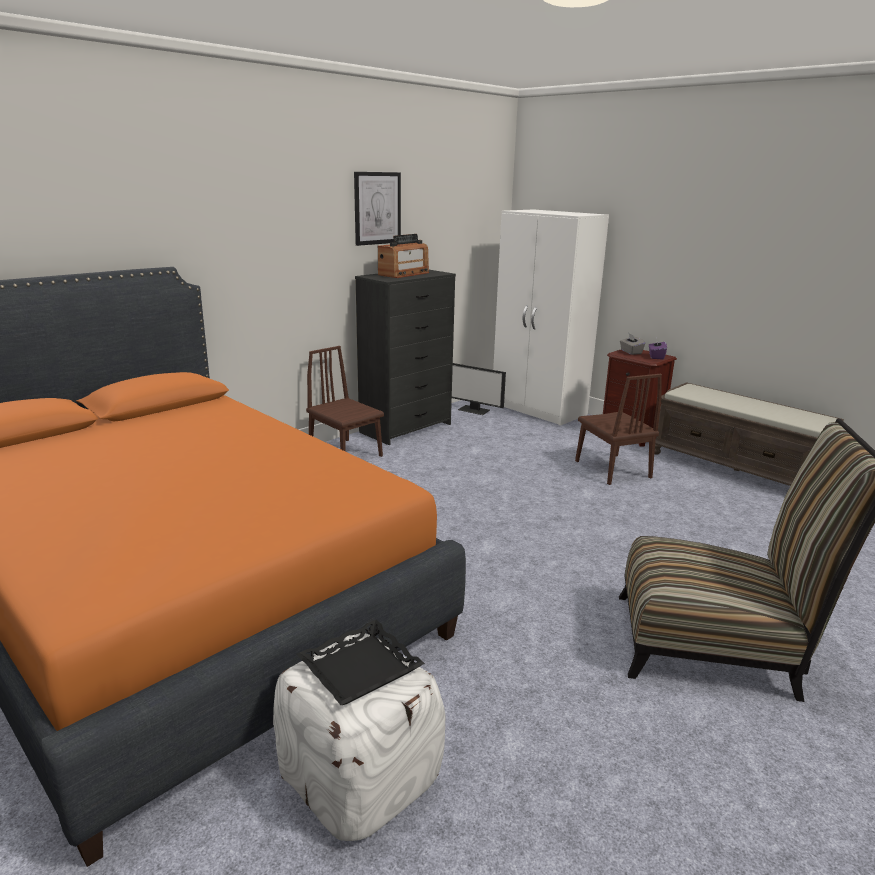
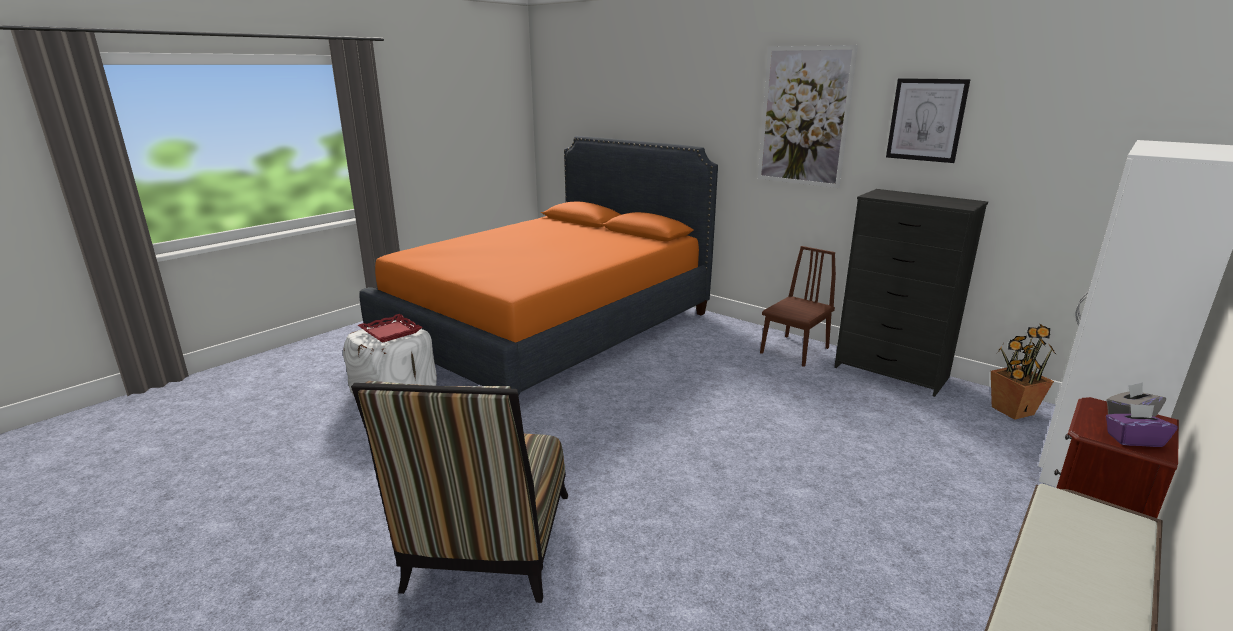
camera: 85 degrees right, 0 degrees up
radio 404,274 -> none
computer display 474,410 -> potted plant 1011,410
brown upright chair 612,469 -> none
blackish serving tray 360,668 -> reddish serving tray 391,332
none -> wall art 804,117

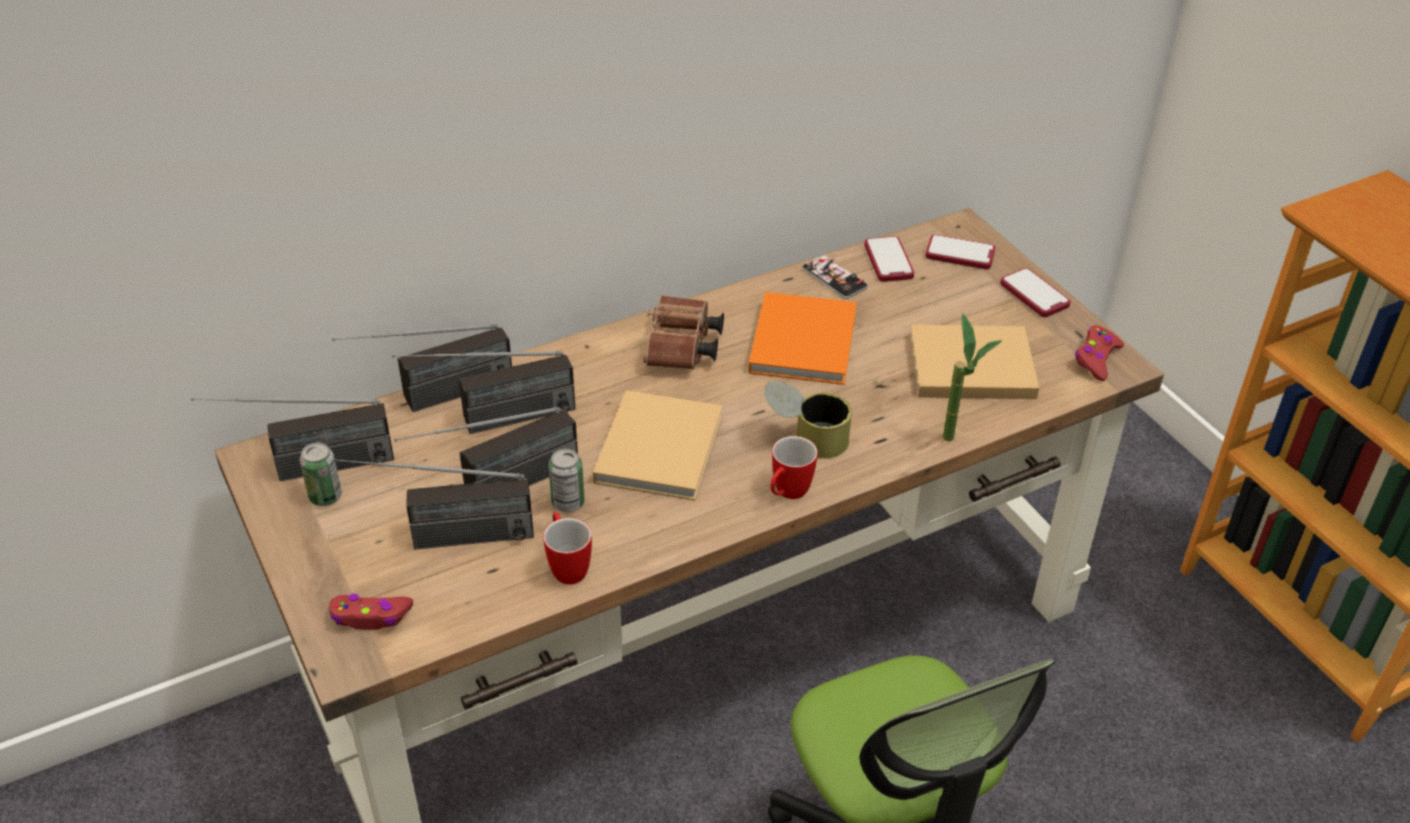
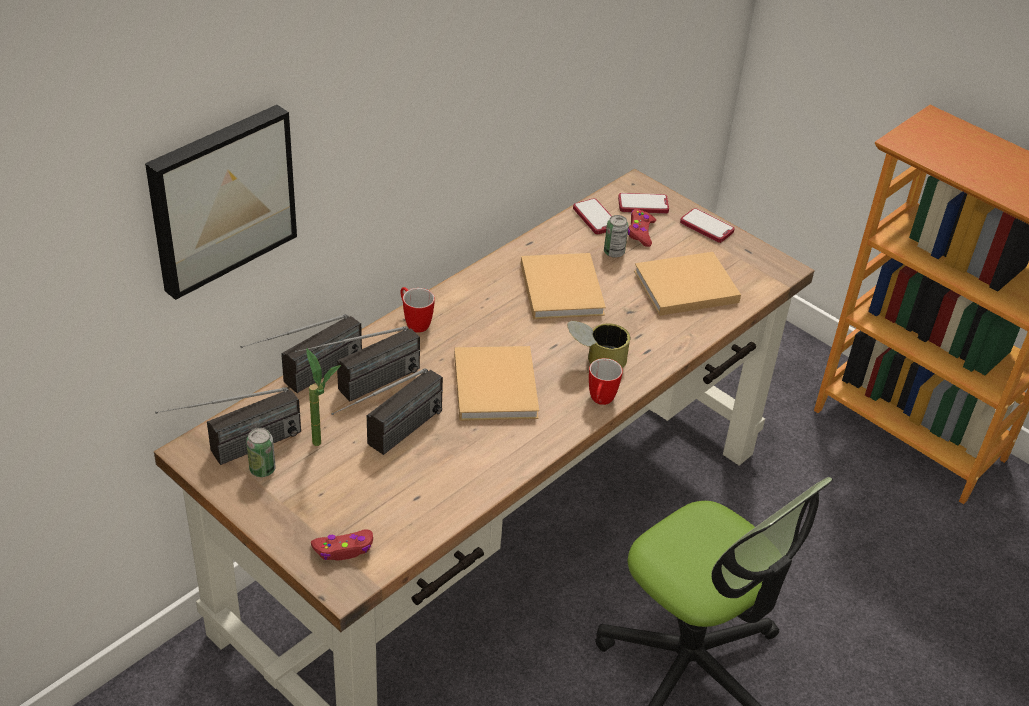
camera: 20 degrees left, 0 degrees up
handset 834,278 -> none
orange bound book 803,339 -> beige-coloured bound book 561,287
brown pair of binoculars 682,349 -> none
potted plant 957,443 -> potted plant 324,446, moved
reddish gamepad 1096,359 -> reddish gamepad 640,232, moved
can 568,502 -> can 614,252, moved
radio 441,539 -> none
coffee mug 567,566 -> coffee mug 414,322, moved
none -> wall art 220,198

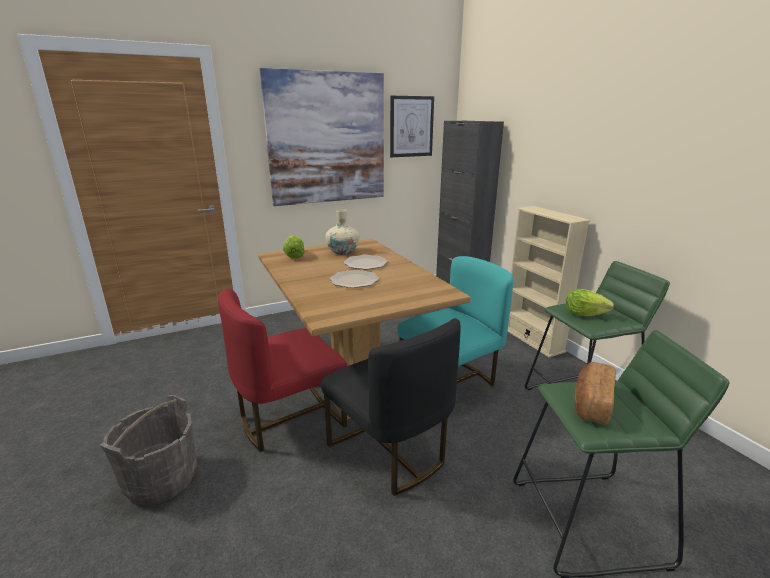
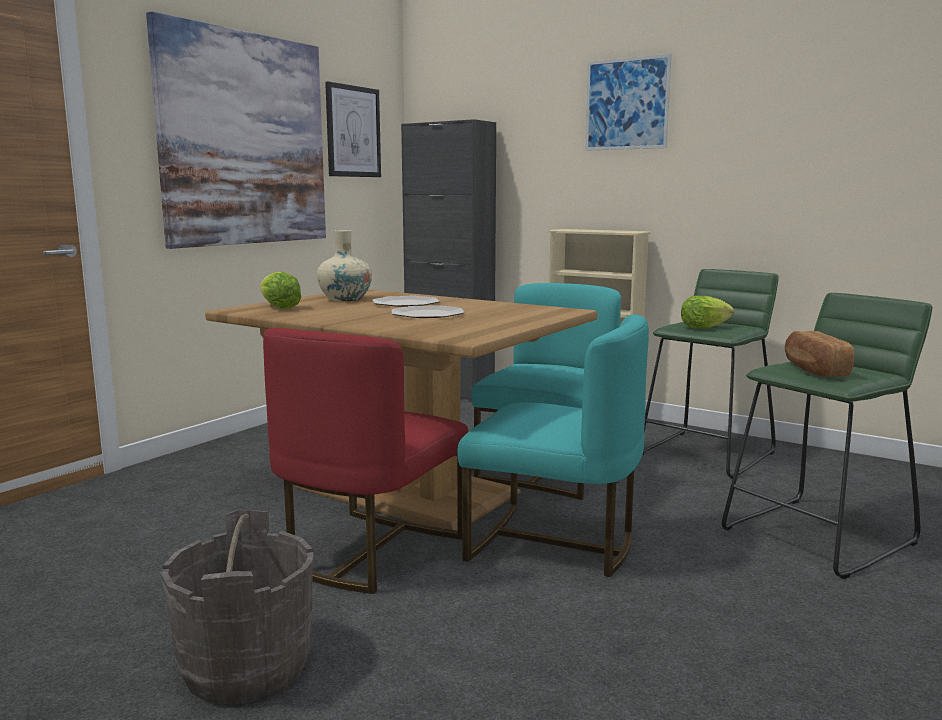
camera: 30 degrees left, 10 degrees down
blackish upright chair 389,451 -> turquoise upright chair 553,544
none -> wall art 627,104

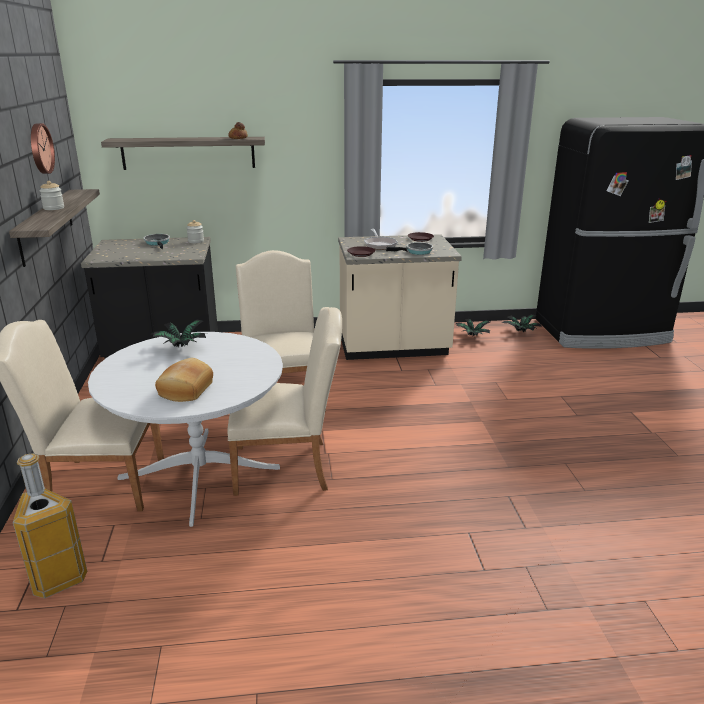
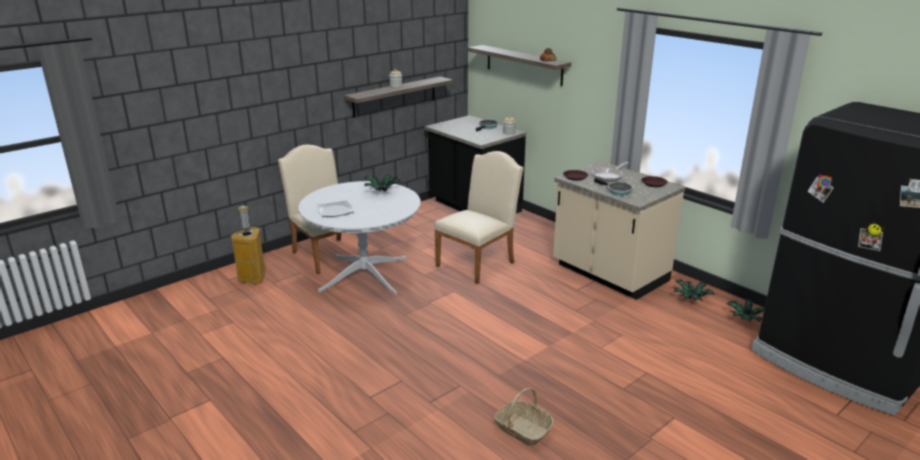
camera: 55 degrees right, 0 degrees up
wall clock 40,148 -> none
beige-coloured upright chair 289,467 -> none
bread 185,390 -> flat dish 335,210
none -> storage basket 523,429

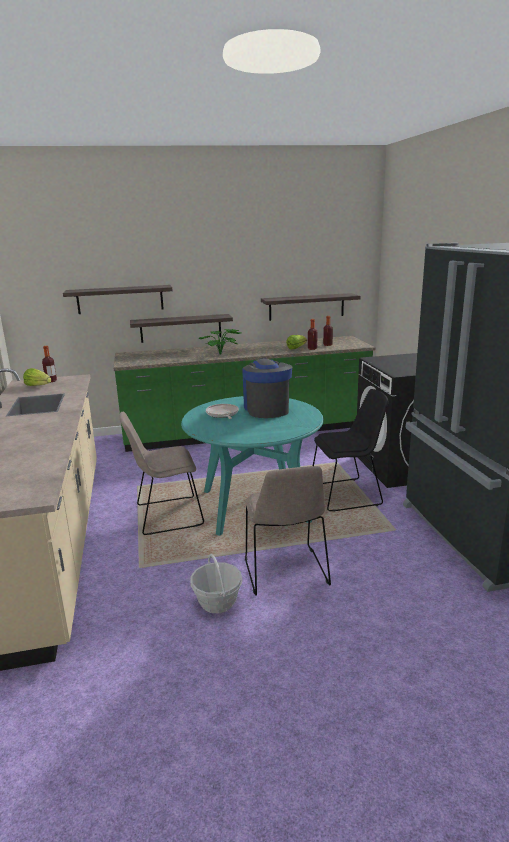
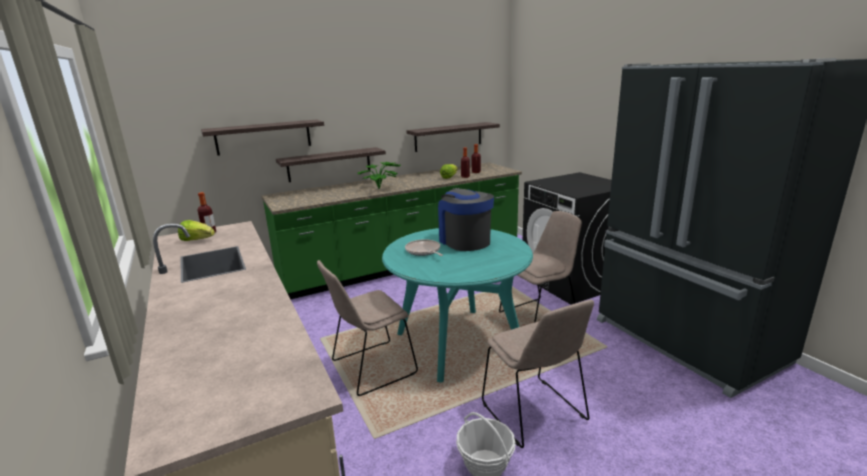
camera: 15 degrees left, 0 degrees up
blackish upright chair 347,494 -> beige-coloured upright chair 539,316

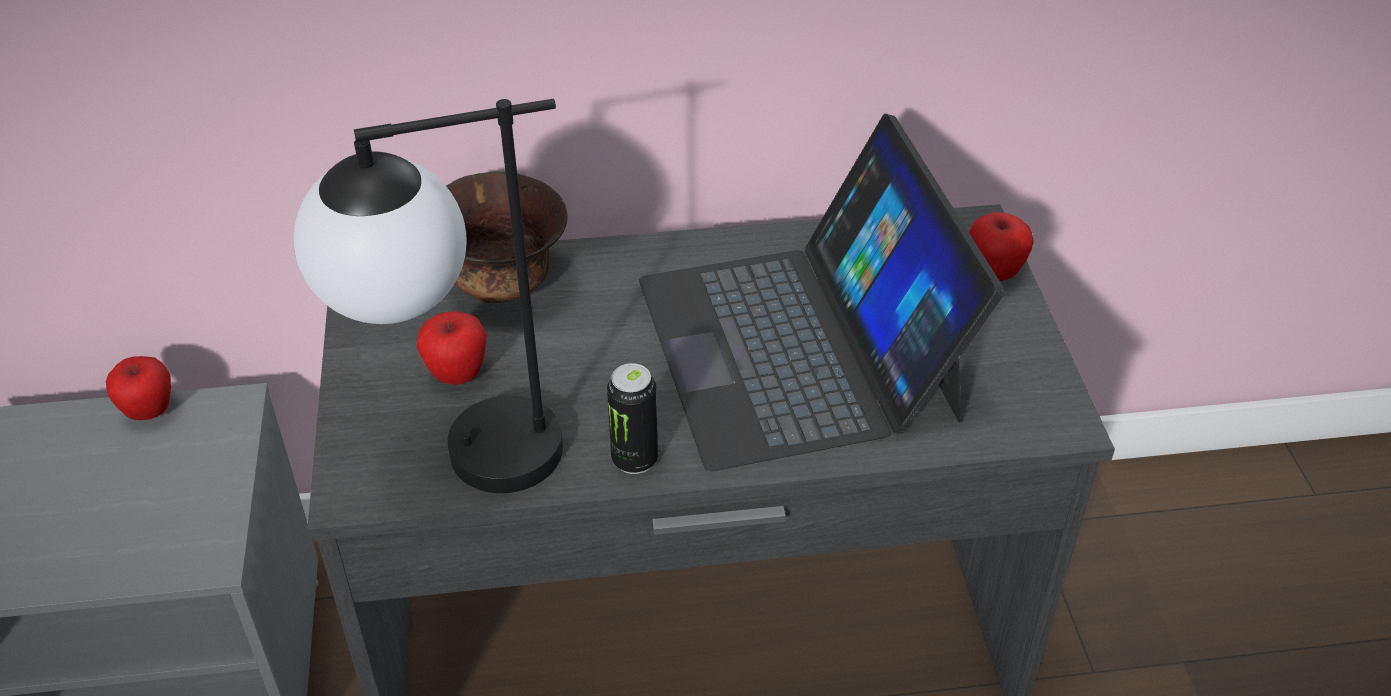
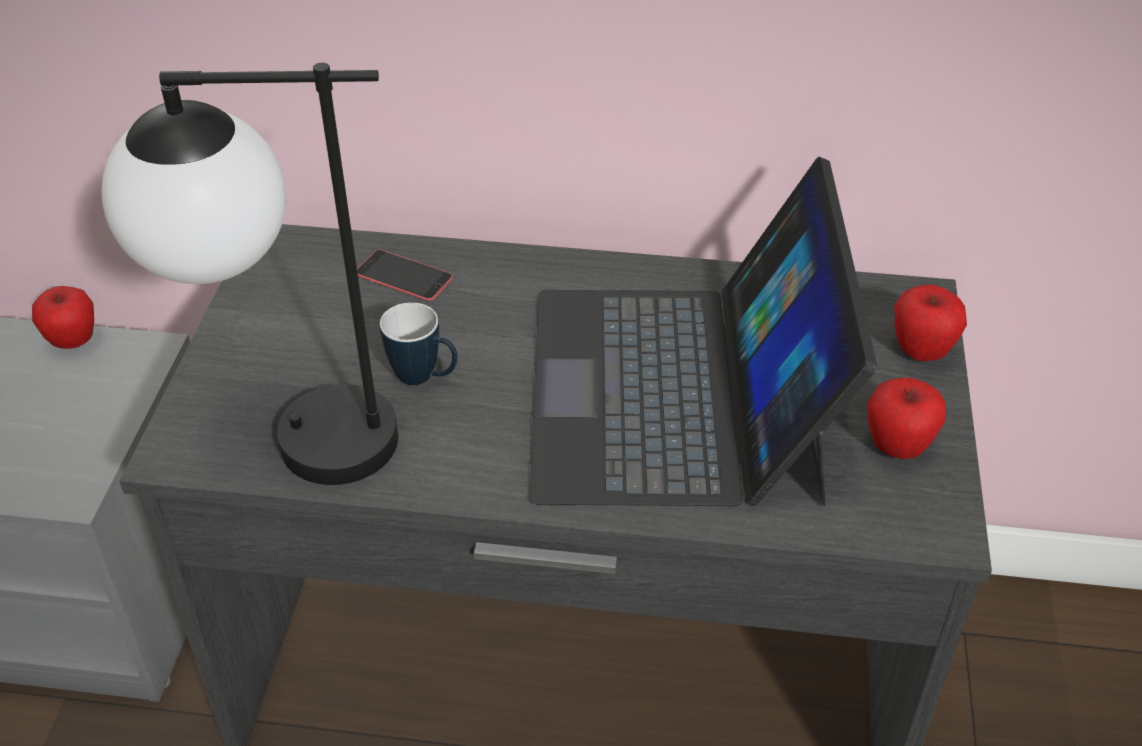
camera: 15 degrees right, 0 degrees up
brown serving bowl 504,286 -> handset 403,276
apple 457,375 -> apple 897,447, moved
can 634,460 -> none
none -> coffee mug 425,378

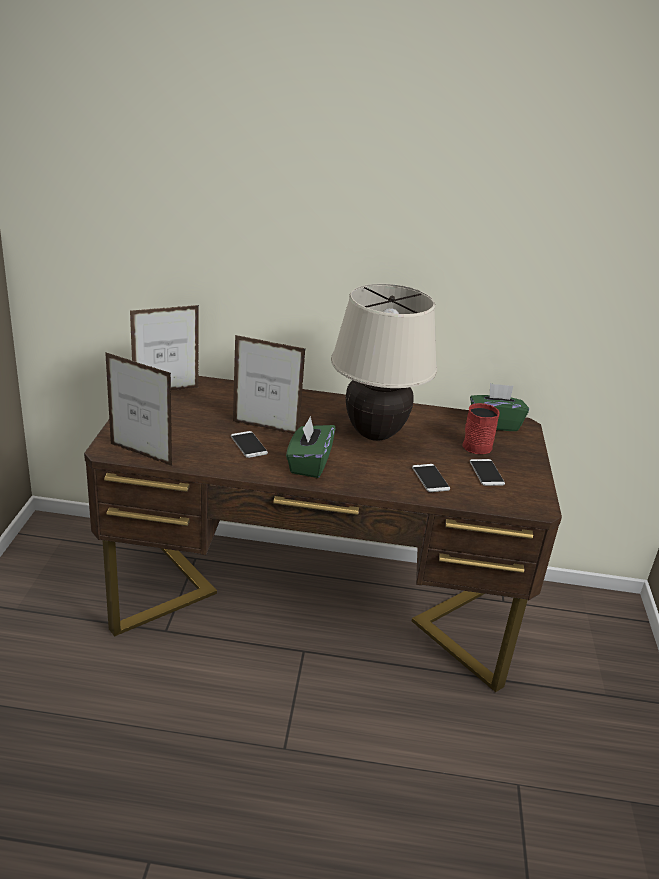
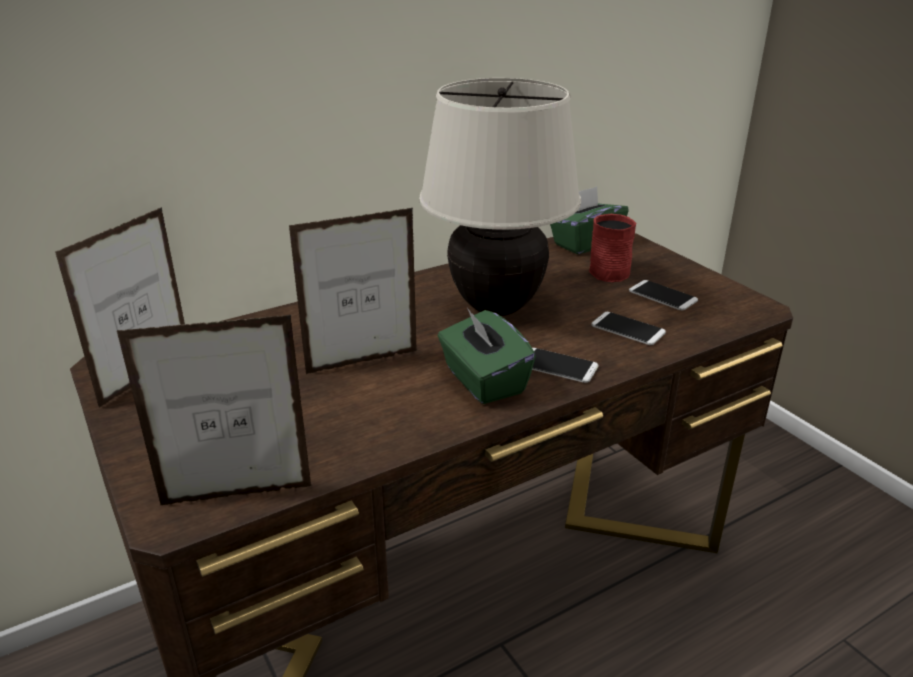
camera: 35 degrees left, 0 degrees up
handset 249,445 -> handset 558,366, moved

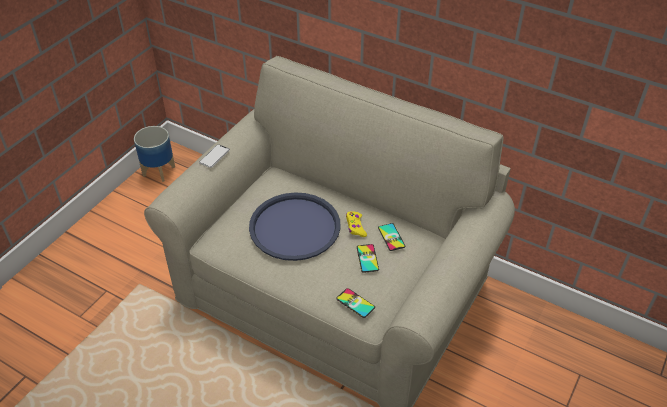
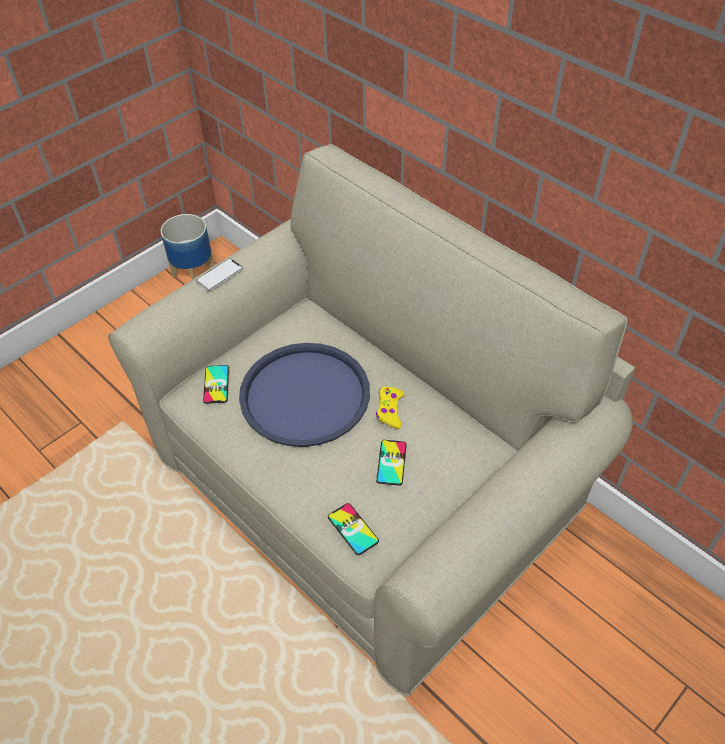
camera: 15 degrees right, 5 degrees up
handset 391,237 -> handset 216,384, moved

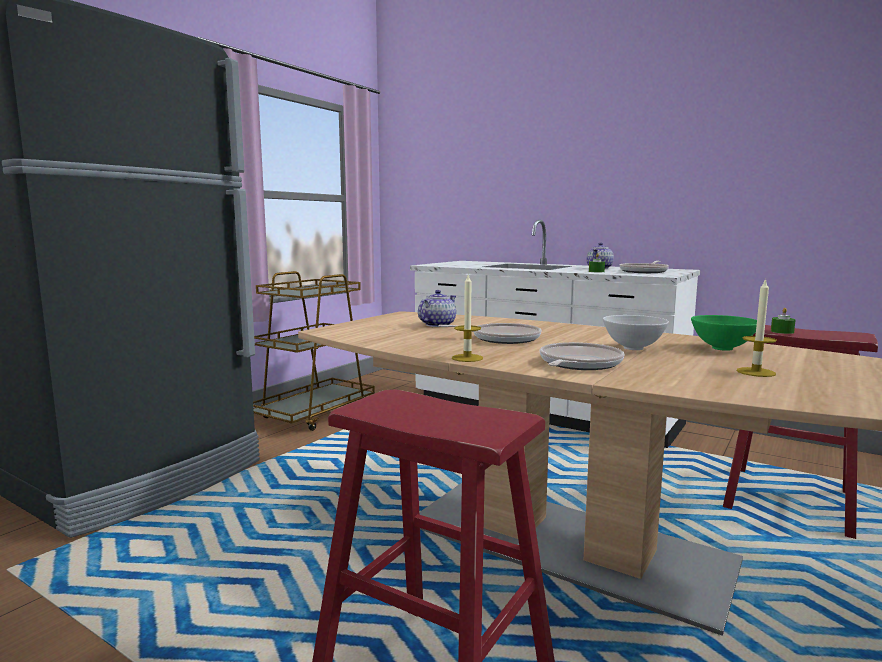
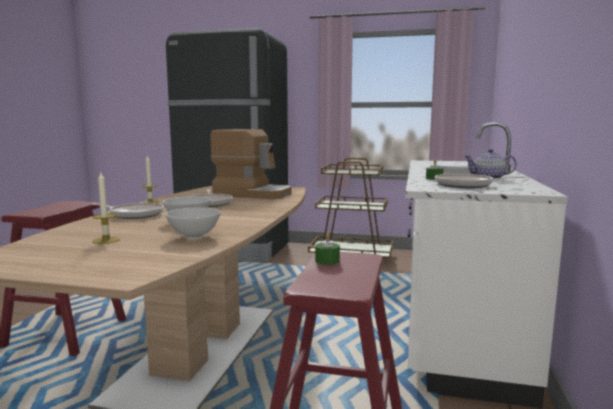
camera: 70 degrees right, 0 degrees up
pot for tea 437,325 -> coffee maker 253,194
greenish serving bowl 722,348 -> white-coloured serving bowl 195,237

